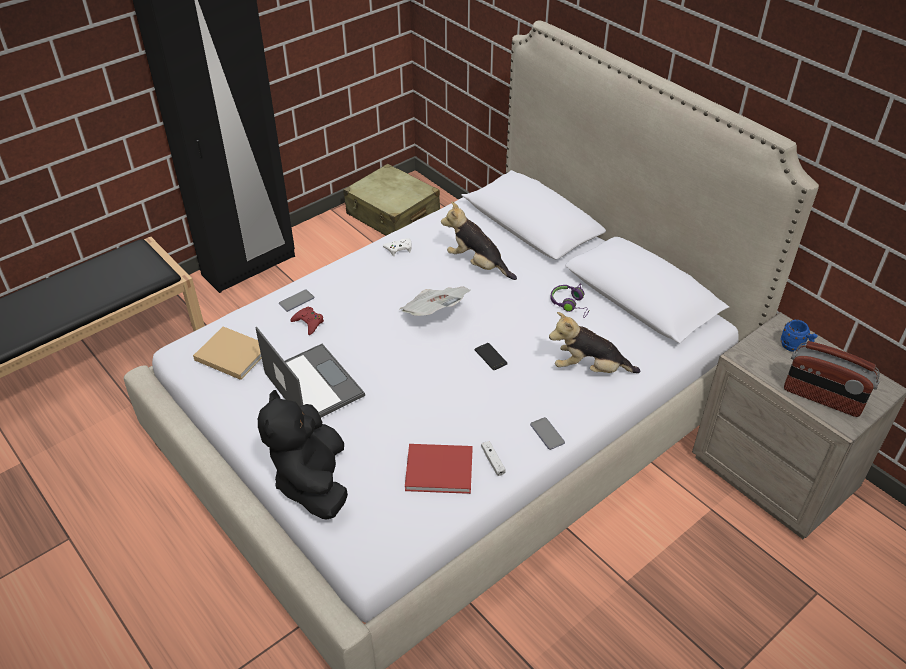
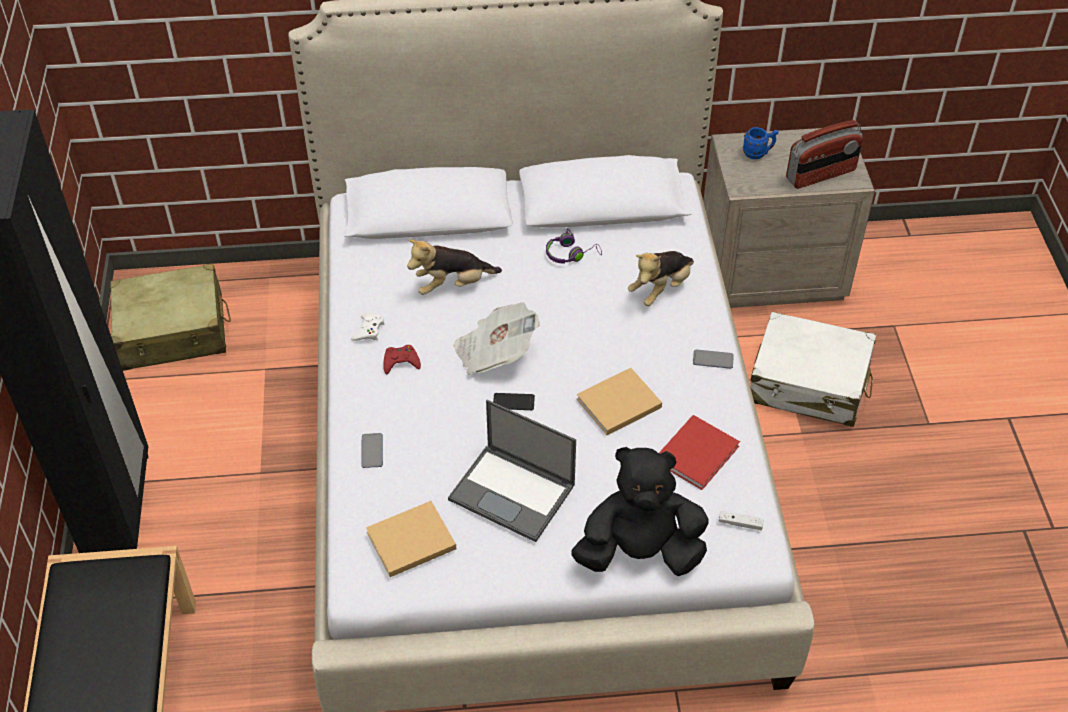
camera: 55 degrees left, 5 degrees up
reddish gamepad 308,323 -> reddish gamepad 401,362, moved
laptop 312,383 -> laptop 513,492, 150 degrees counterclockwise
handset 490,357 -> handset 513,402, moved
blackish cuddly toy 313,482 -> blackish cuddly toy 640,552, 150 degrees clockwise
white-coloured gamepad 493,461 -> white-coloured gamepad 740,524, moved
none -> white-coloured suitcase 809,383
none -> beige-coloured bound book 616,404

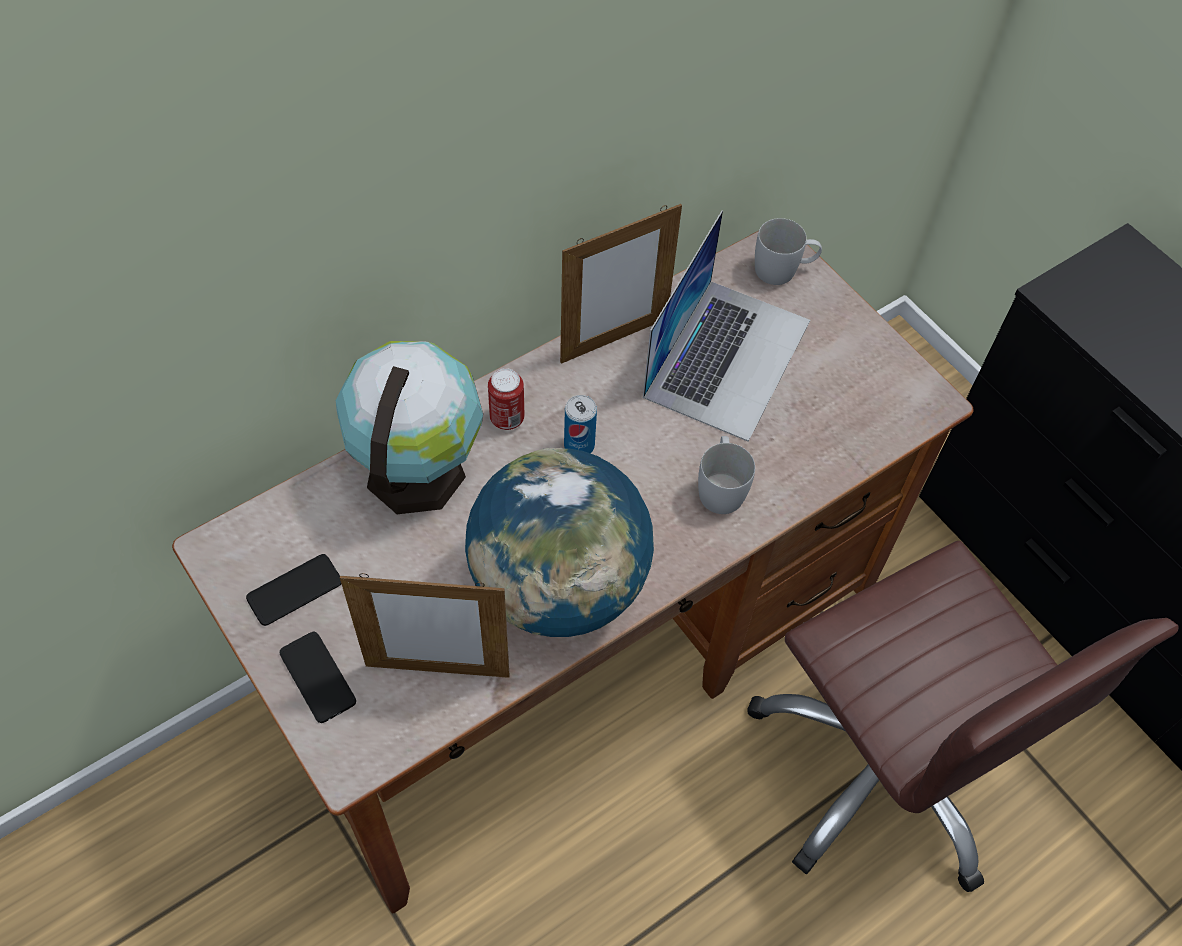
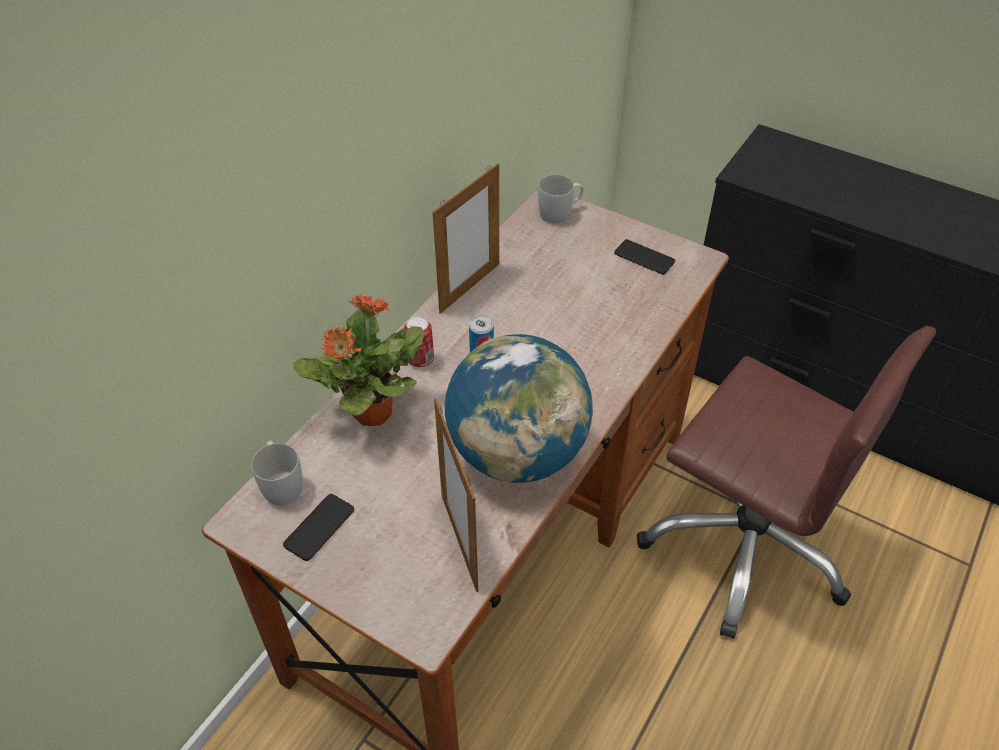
camera: 20 degrees left, 10 degrees down
laptop 727,357 -> none
globe 417,467 -> potted plant 370,413
white-coloured coffee mug 721,486 -> white-coloured coffee mug 281,483, moved
standing frame 437,670 -> standing frame 459,542, 90 degrees clockwise
handset 317,677 -> handset 644,257, moved

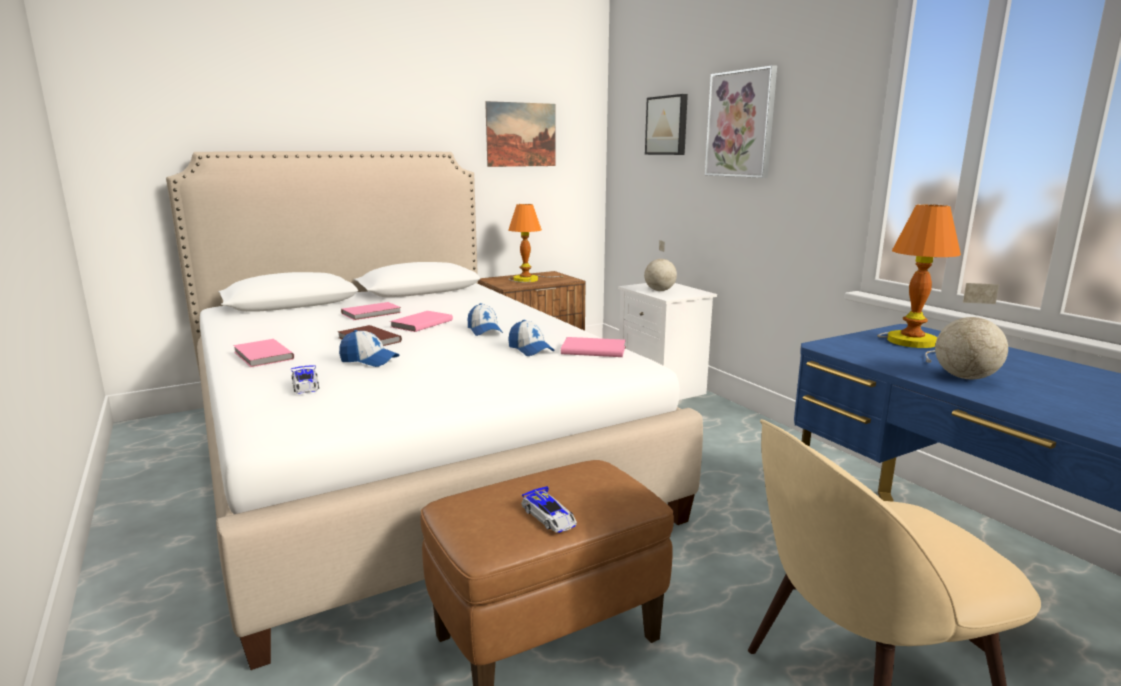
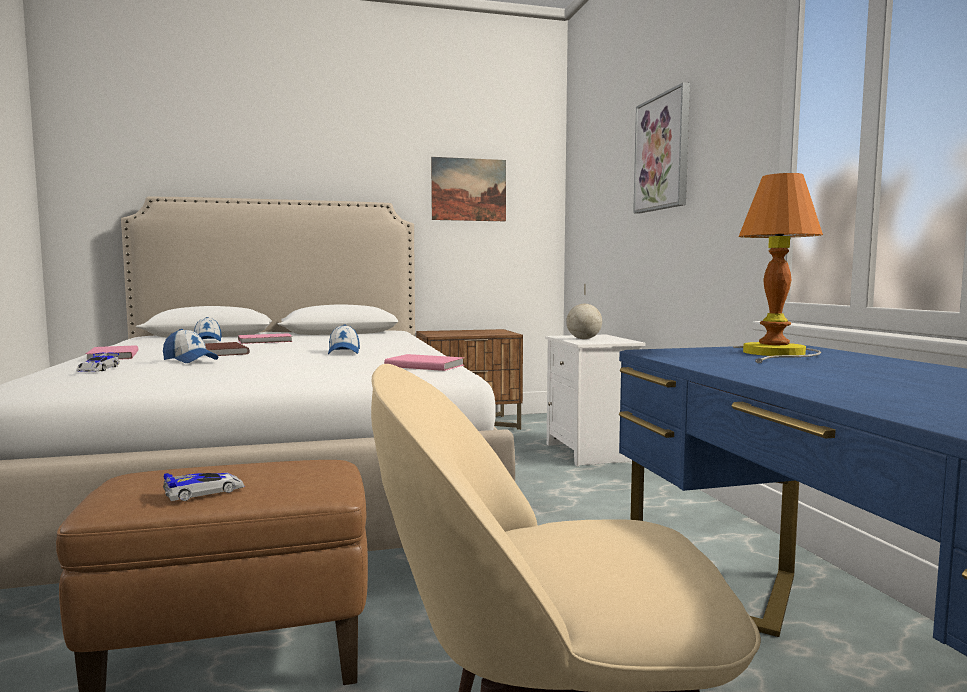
camera: 15 degrees right, 10 degrees down
wall art 667,125 -> none
tabletop lamp 528,279 -> none
globe 966,378 -> none
pink-coloured bound book 420,323 -> none
peaked cap 530,349 -> peaked cap 207,340, moved
model car 549,517 -> model car 205,491, 105 degrees counterclockwise

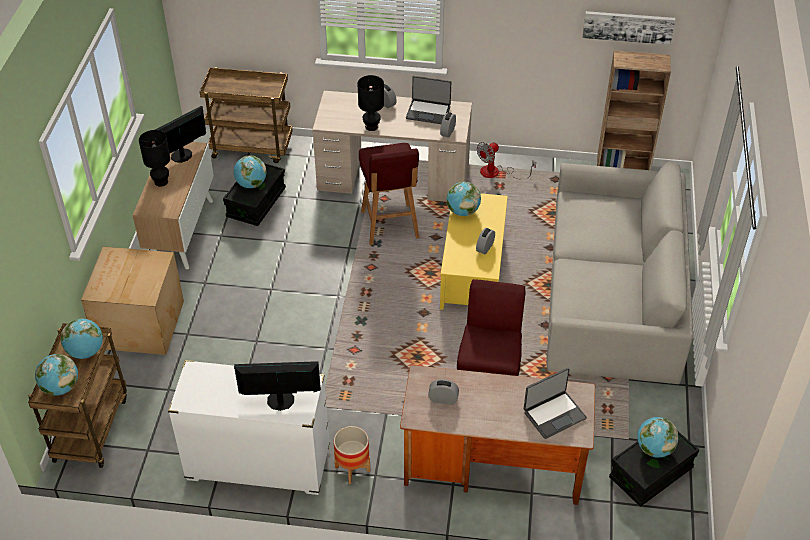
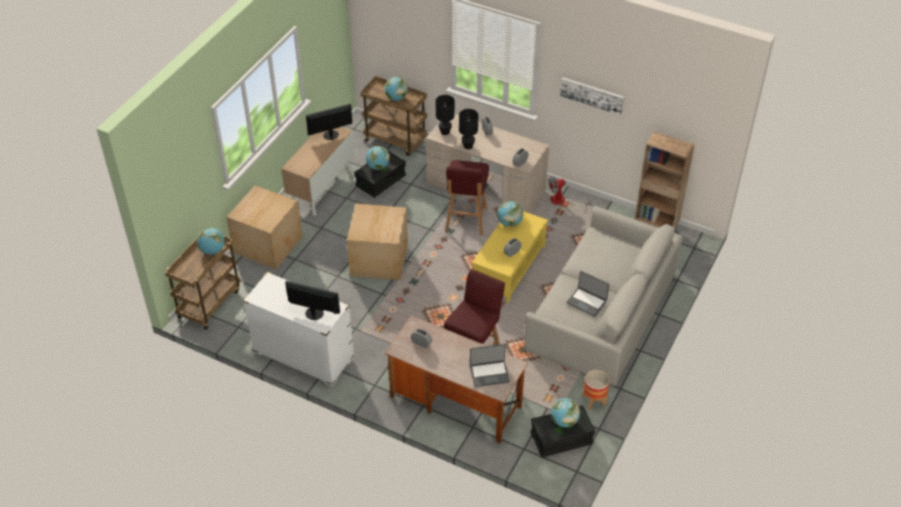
camera: 20 degrees right, 0 degrees up
wall art 628,26 -> wall art 592,95, moved
laptop 428,112 -> laptop 587,302, moved
blackish tabletop lamp 161,182 -> blackish tabletop lamp 445,131, moved
globe 61,387 -> globe 396,98, moved
plant pot 352,469 -> plant pot 594,401, moved
none -> packing box 380,258

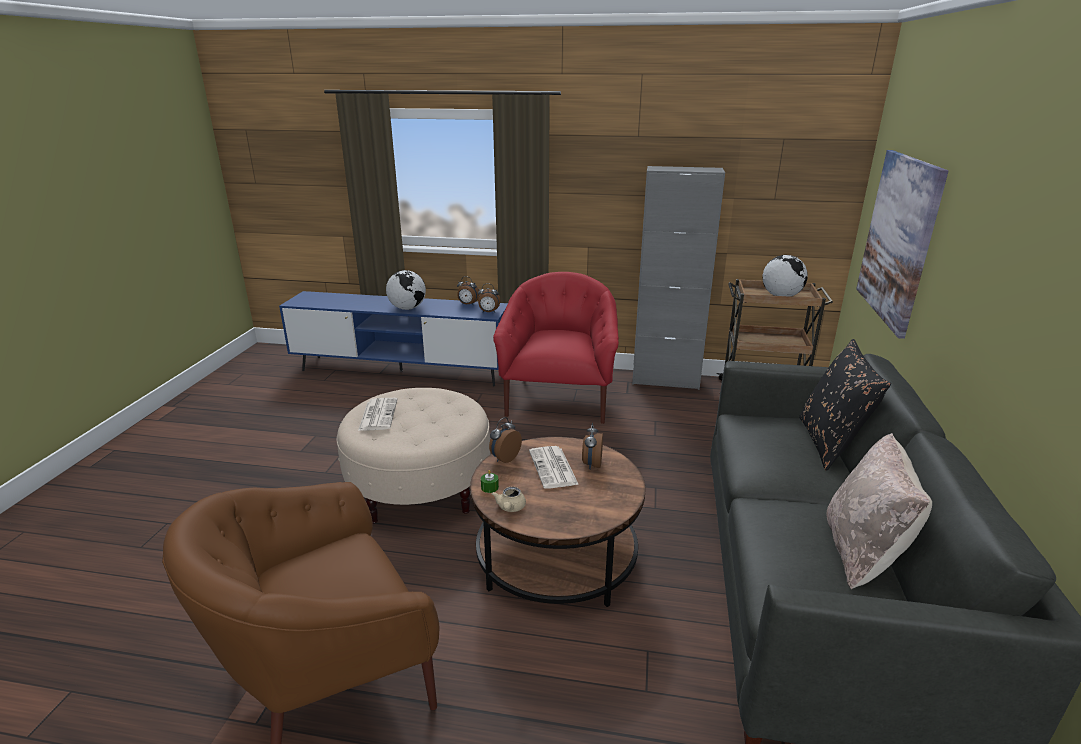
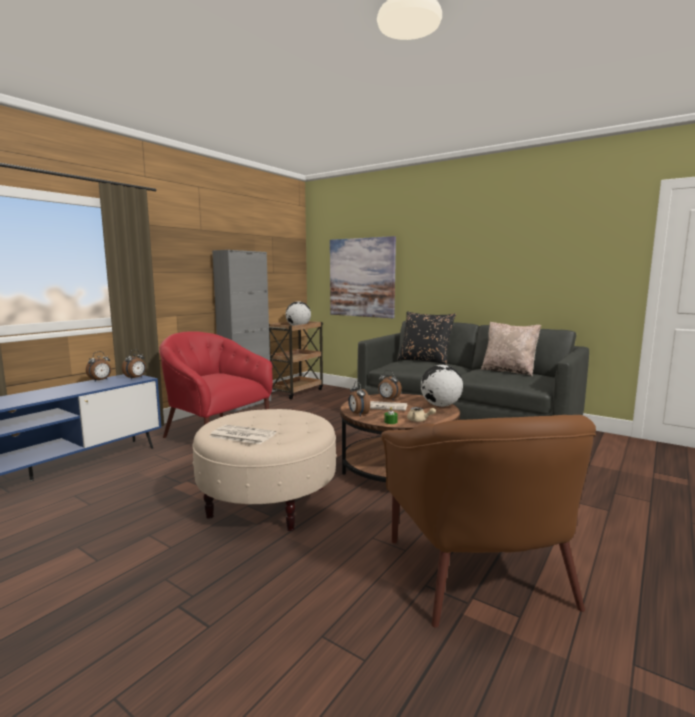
camera: 65 degrees left, 15 degrees down
globe 407,308 -> globe 440,406, moved

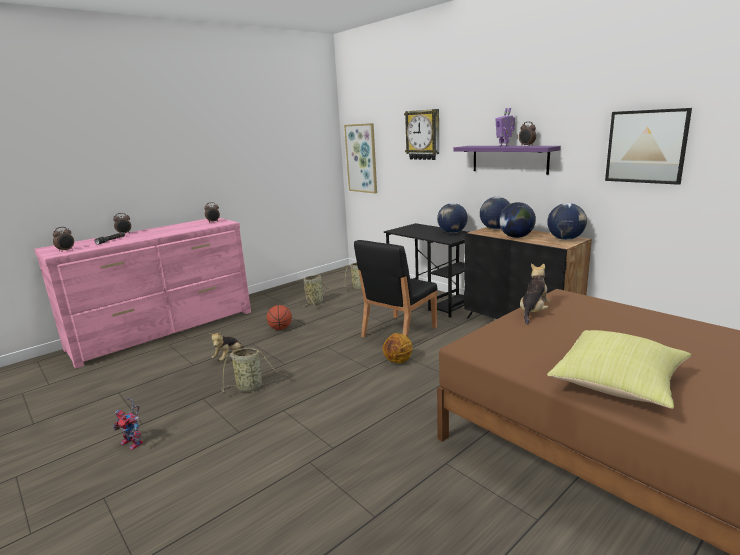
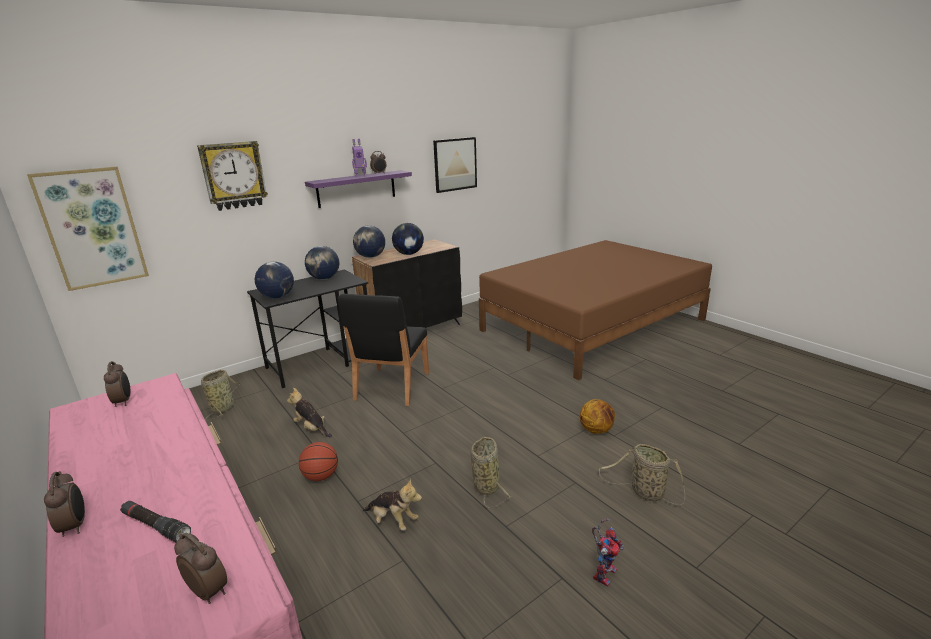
camera: 85 degrees left, 5 degrees up
globe 565,239 -> globe 278,297, moved
blackish upright chair 398,332 -> blackish upright chair 391,386, 60 degrees clockwise
cuddly toy 533,312 -> cuddly toy 311,428, moved
storage basket 315,302 -> storage basket 644,492, moved
yellow throw pillow 618,386 -> none
basketball 398,361 -> basketball 596,430, moved

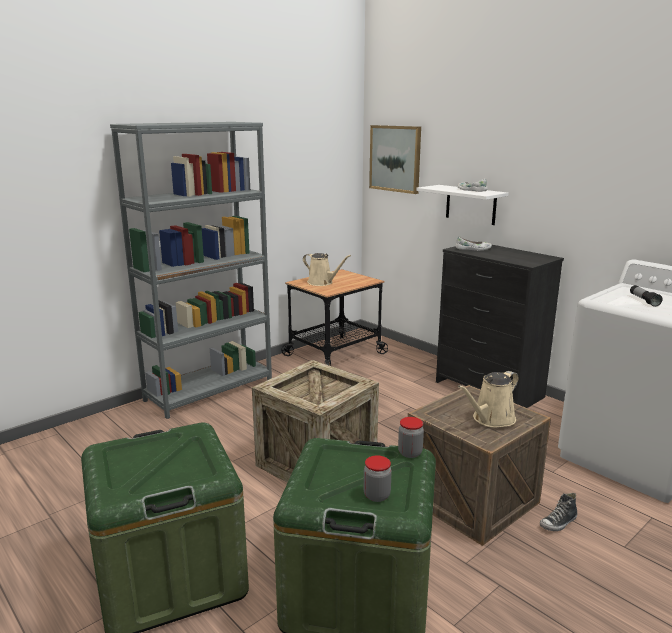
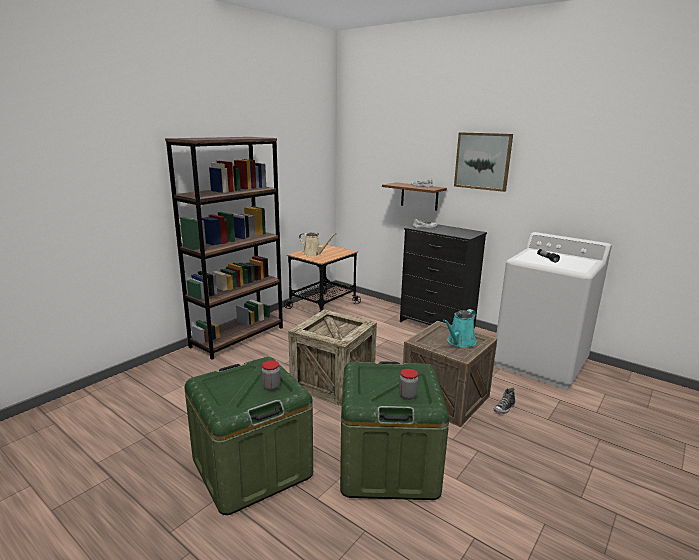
camera: 10 degrees left, 0 degrees up
grey shelving unit 209,390 -> brown shelving unit 238,337
wall art 395,158 -> wall art 482,161, moved
white-coloured wall shelf 470,204 -> brown wall shelf 419,196
beige-coloured sprinkling can 491,419 -> turquoise sprinkling can 460,342
jar 410,453 -> jar 271,387, moved

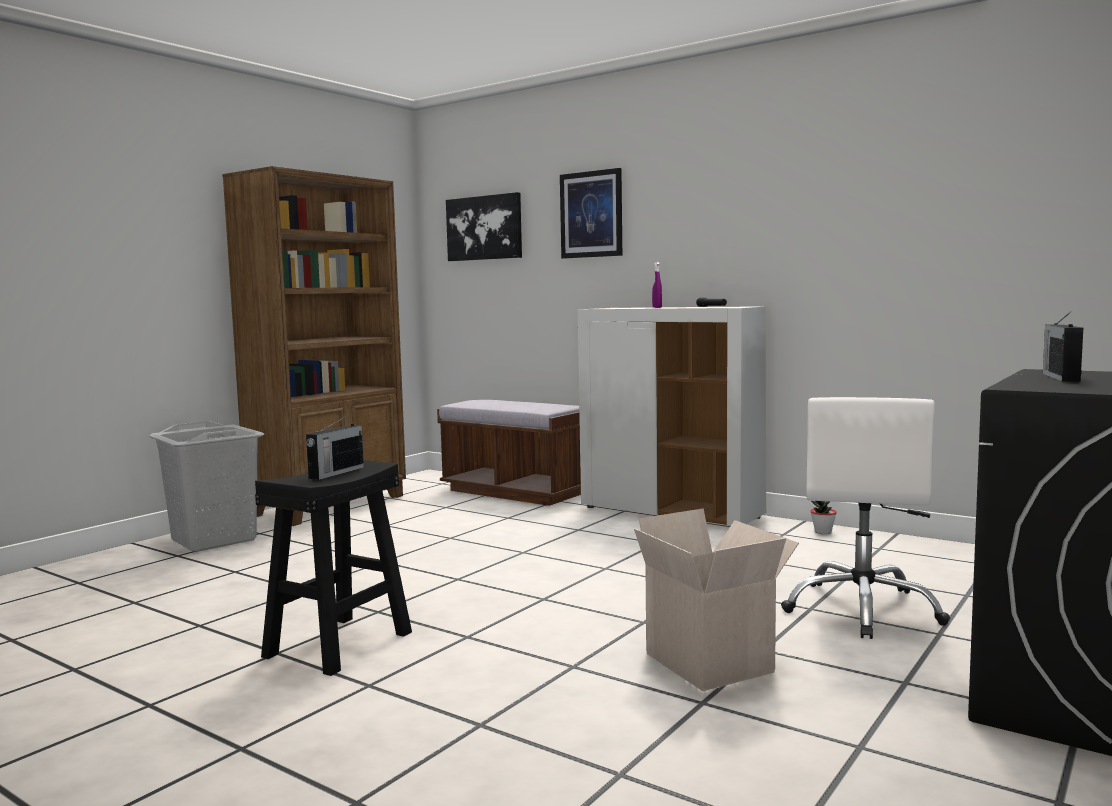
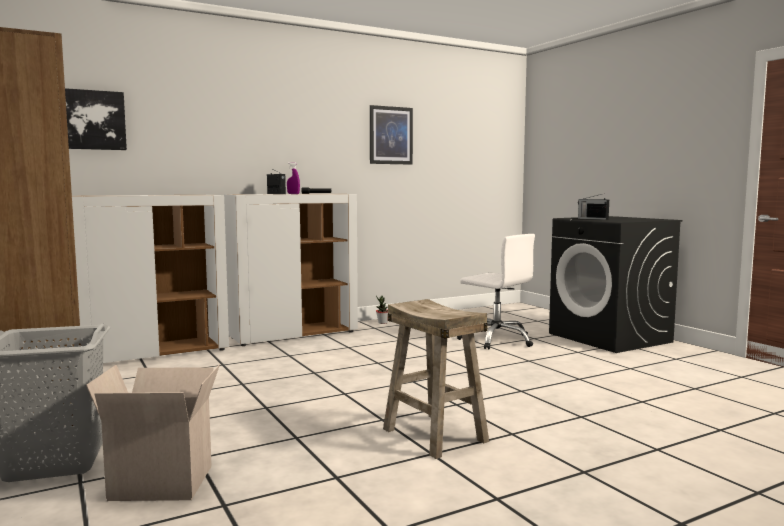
camera: 65 degrees left, 0 degrees up
wall art 591,214 -> wall art 390,135, moved
brown bench 516,492 -> white-coloured storage cabinet 155,353
radio 335,473 -> radio 276,194, moved
blackish stool seat 338,644 -> beige-coloured stool seat 433,435
packing box 713,662 -> packing box 164,481, moved

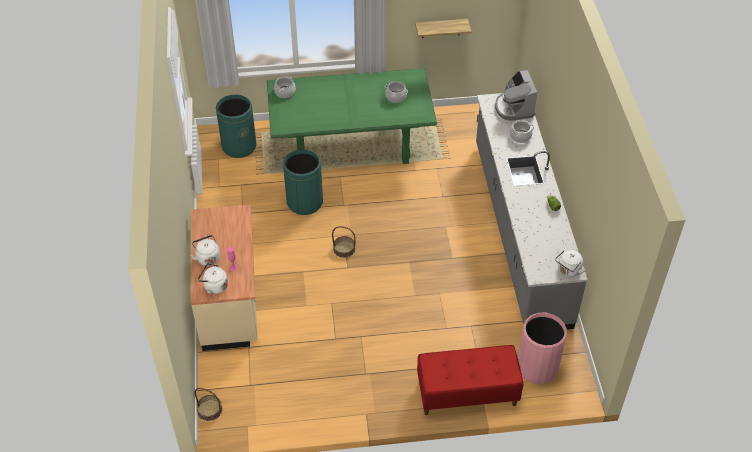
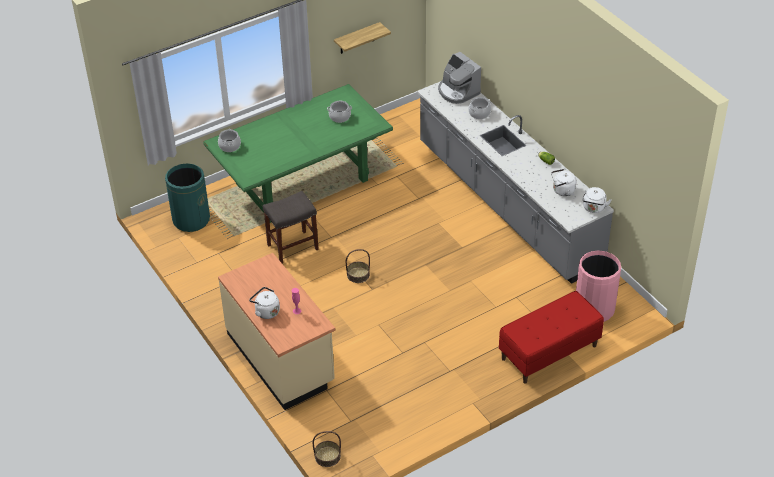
camera: 25 degrees left, 5 degrees down
greenish trash can 304,202 -> grey stool seat 292,247
white-coloured kettle 214,286 -> white-coloured kettle 562,191, moved

